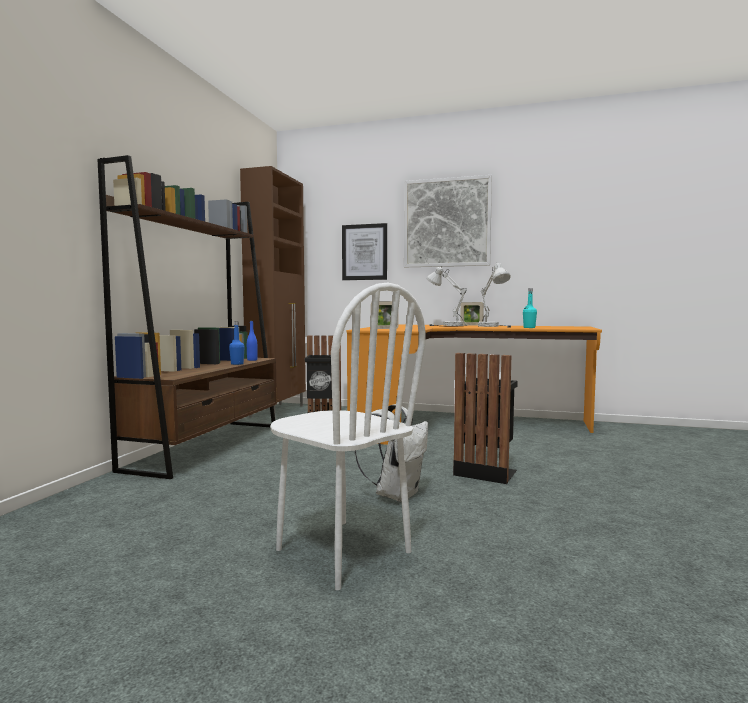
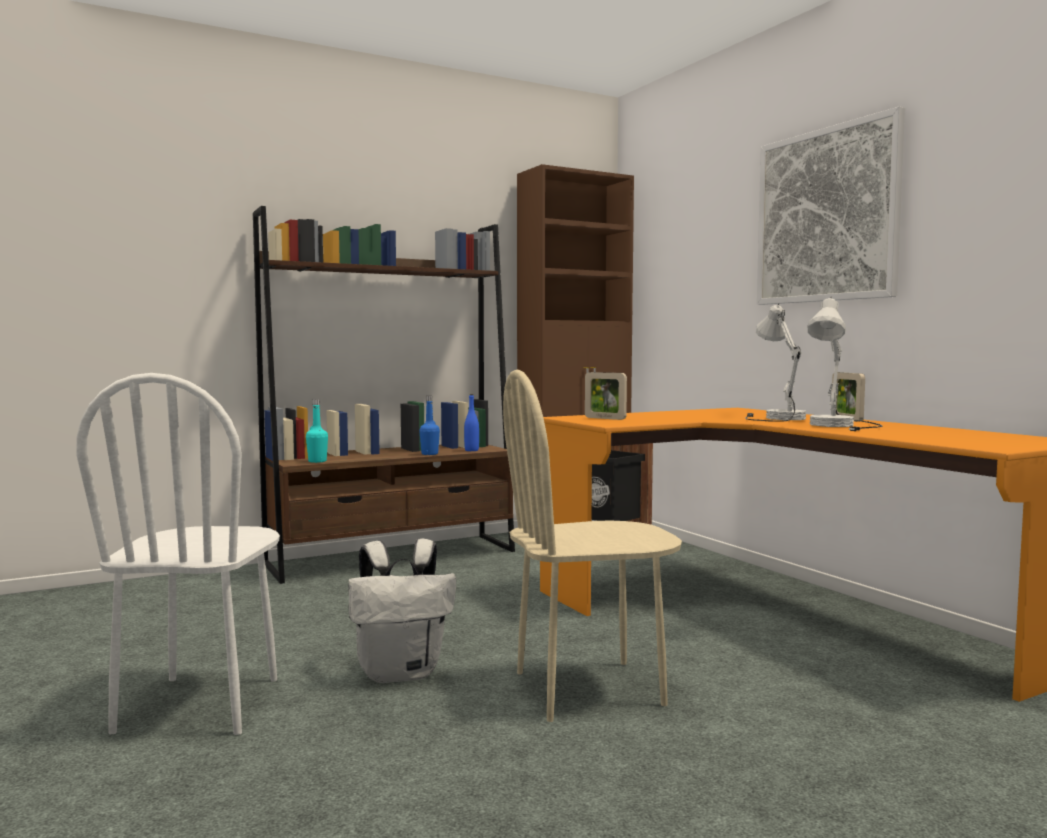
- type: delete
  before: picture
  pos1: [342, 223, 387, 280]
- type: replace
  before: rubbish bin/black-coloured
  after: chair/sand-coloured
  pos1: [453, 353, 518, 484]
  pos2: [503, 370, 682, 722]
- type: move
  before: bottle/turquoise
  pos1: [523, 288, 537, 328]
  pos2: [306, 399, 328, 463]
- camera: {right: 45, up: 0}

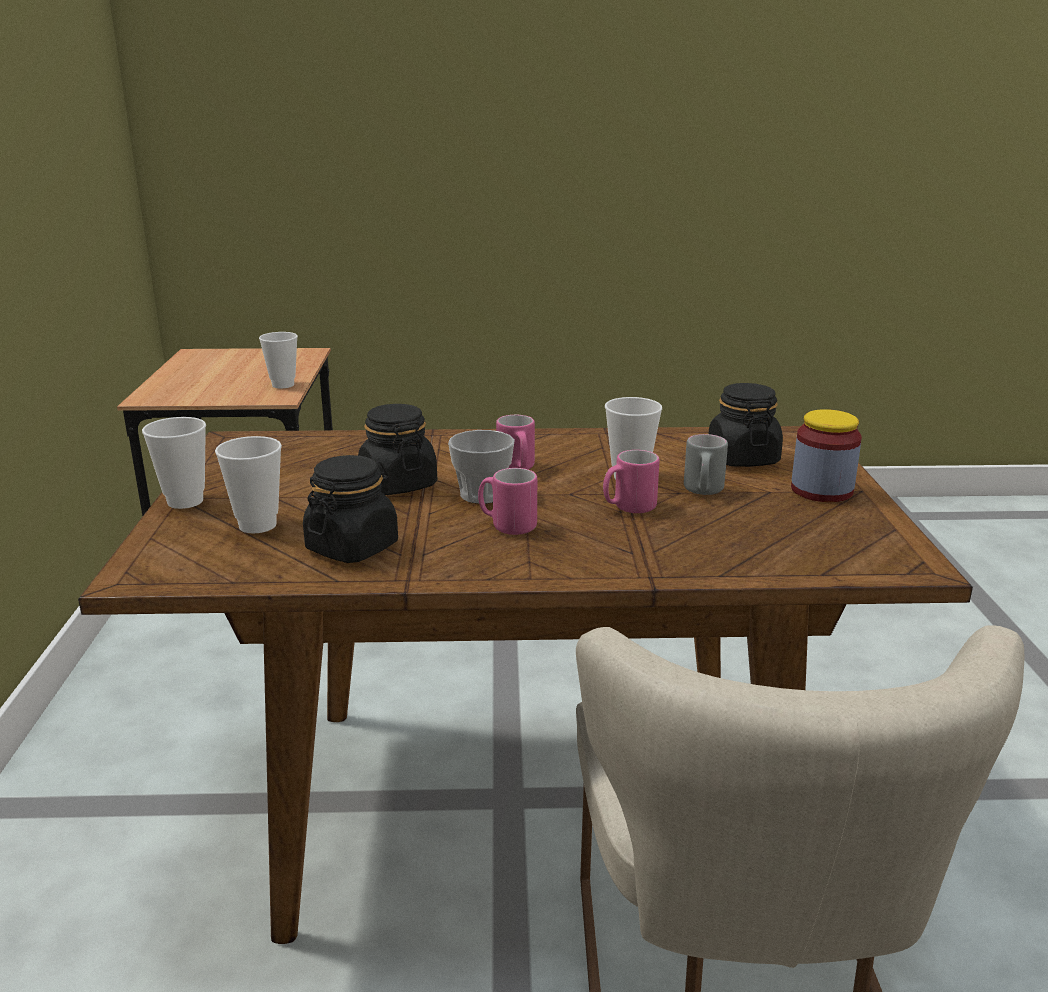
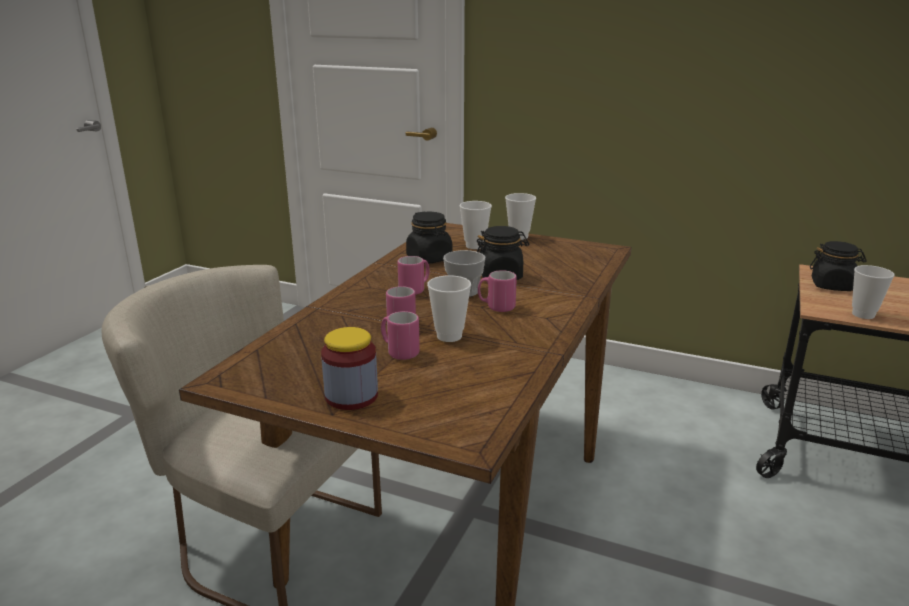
- type: recolor
  before: coffee mug/grey
  after: coffee mug/pink
  pos1: [684, 434, 728, 495]
  pos2: [381, 311, 420, 360]
- type: move
  before: preserve jar/black-coloured
  pos1: [709, 383, 783, 467]
  pos2: [810, 241, 867, 291]
- camera: {right: 115, up: 0}

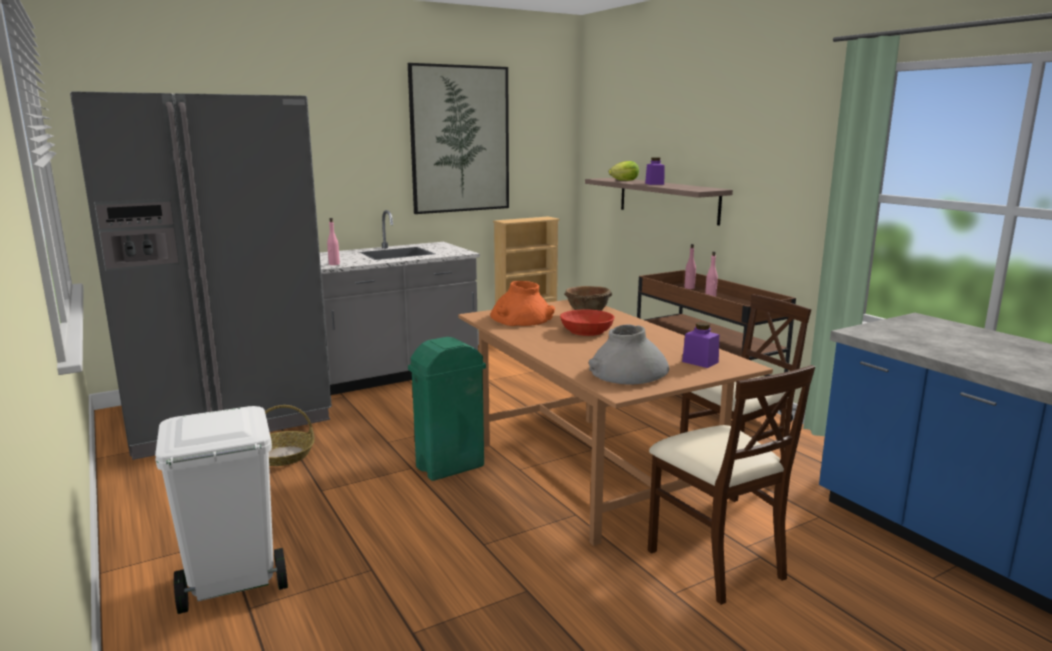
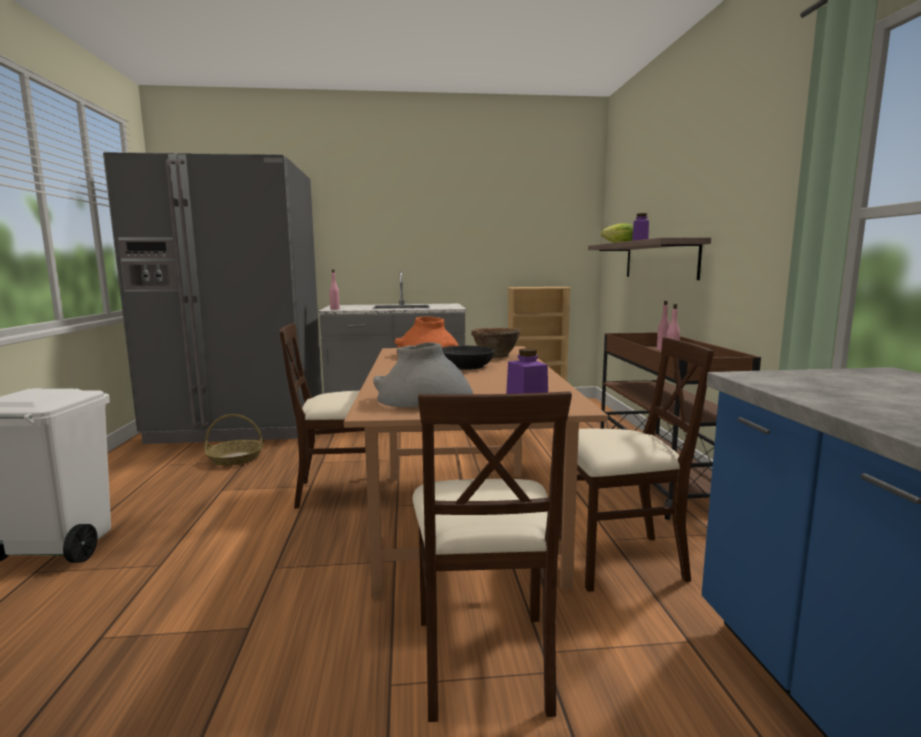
- type: delete
  before: picture
  pos1: [408, 63, 509, 214]
- type: replace
  before: rubbish bin/greenish
  after: chair/sand-coloured
  pos1: [408, 337, 486, 481]
  pos2: [280, 323, 365, 509]
- type: recolor
  before: deep dish/red-coloured
  after: deep dish/black-coloured
  pos1: [560, 309, 615, 336]
  pos2: [442, 346, 495, 370]
- camera: {right: 25, up: -5}

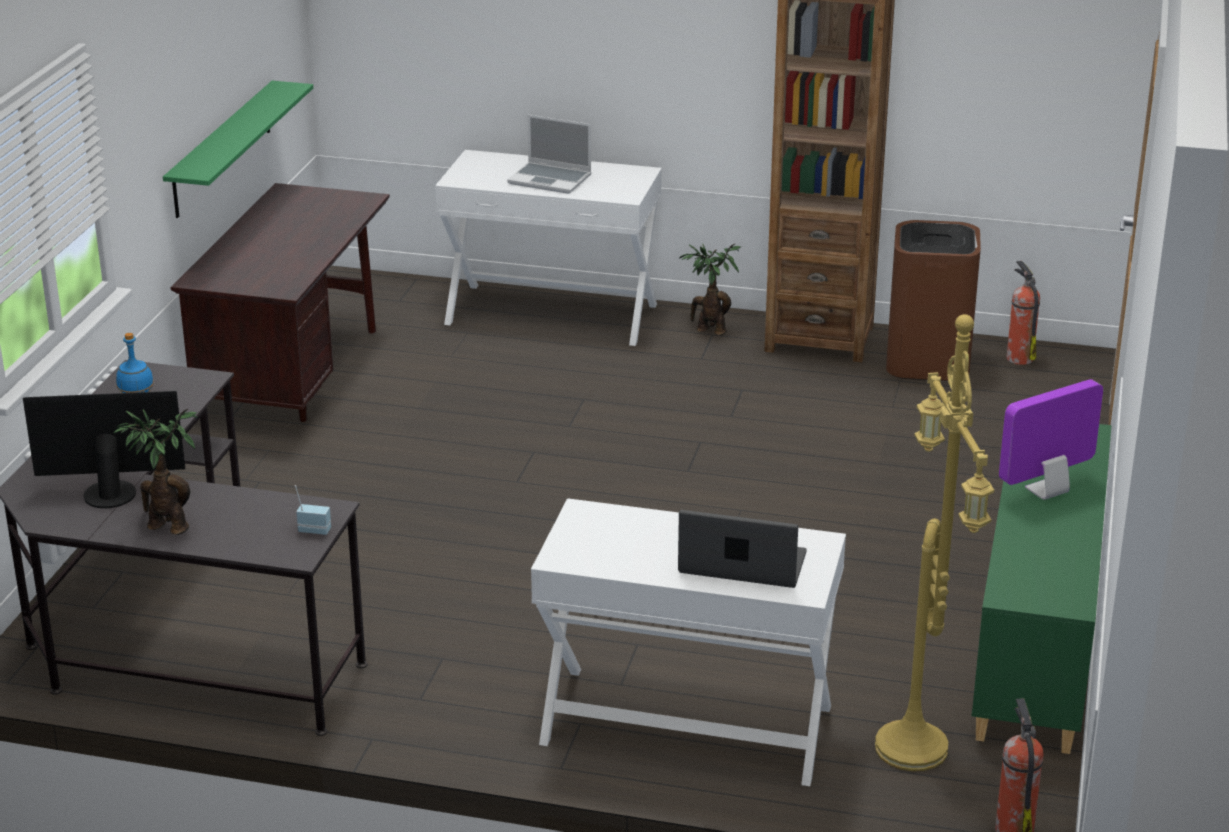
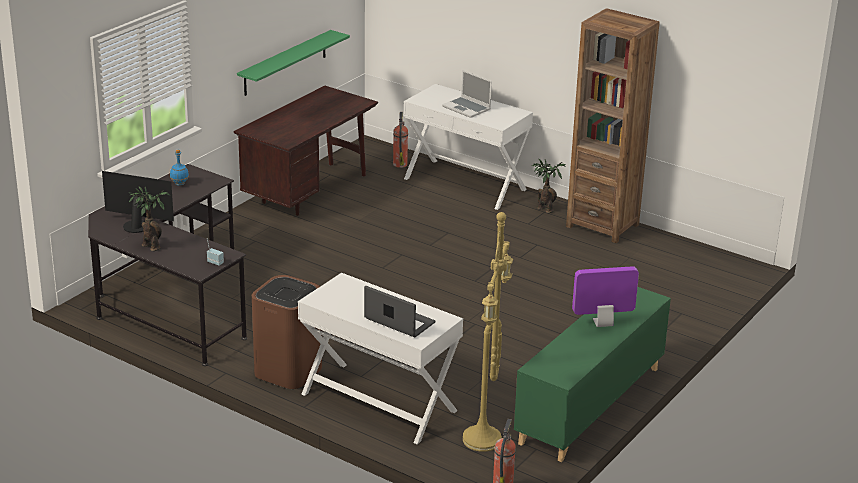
- type: move
  before: rubbish bin/brown
  pos1: [886, 220, 981, 382]
  pos2: [252, 275, 322, 389]
- type: move
  before: fire extinguisher
  pos1: [1006, 261, 1040, 365]
  pos2: [393, 112, 408, 168]
- camera: {right: 20, up: 0}

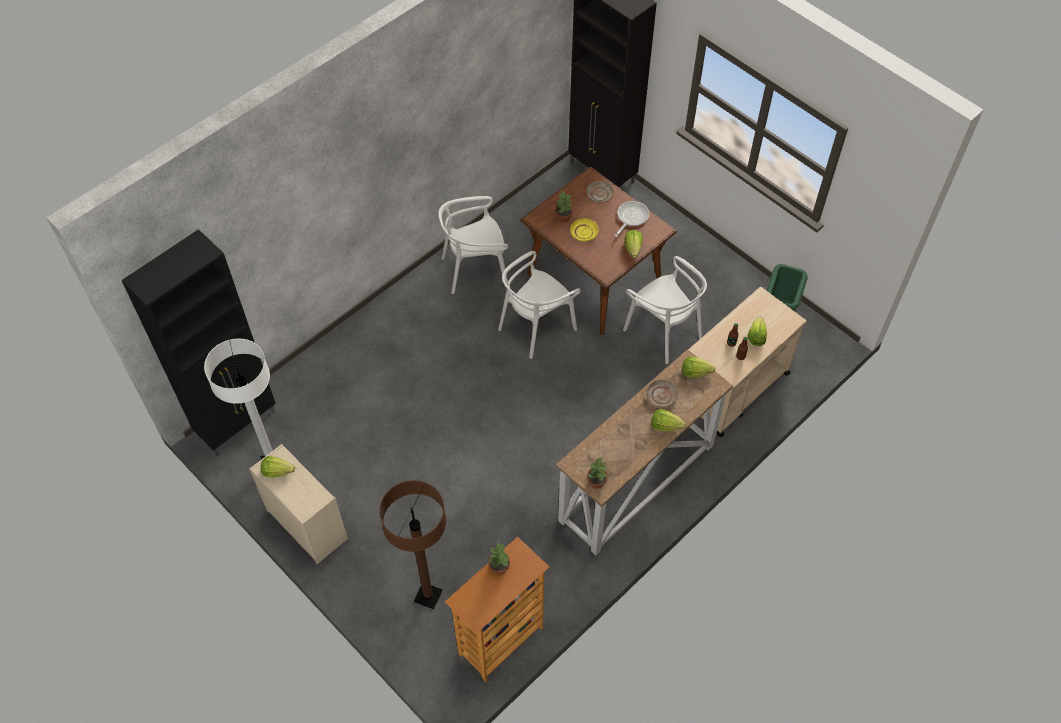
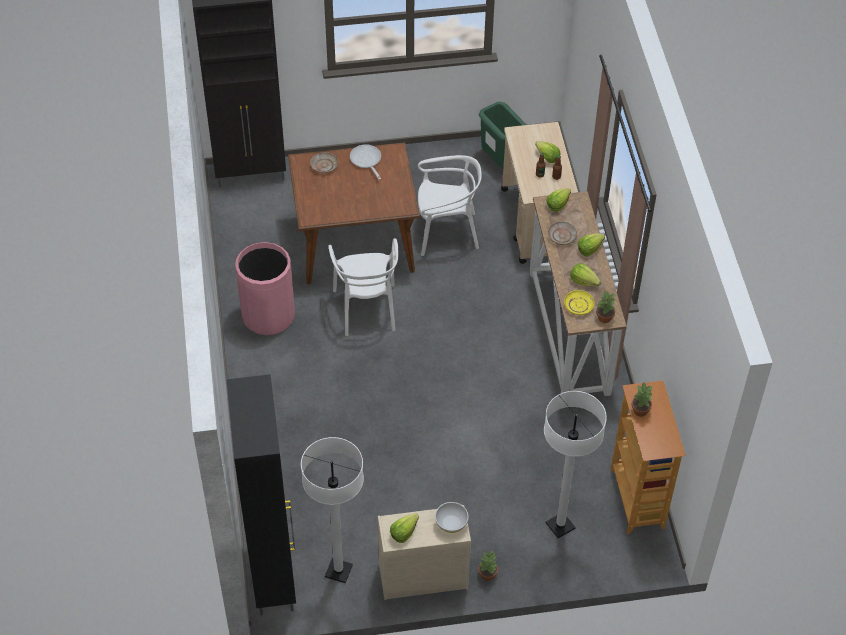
- type: recolor
  before: standing lamp/brown
  after: standing lamp/white
  pos1: [379, 480, 446, 610]
  pos2: [544, 391, 607, 538]
- type: replace
  before: chair/white
  after: rubbish bin/pink
  pos1: [438, 196, 508, 294]
  pos2: [235, 242, 295, 335]
- type: move
  before: plant in a pot
  pos1: [555, 191, 573, 222]
  pos2: [478, 551, 498, 581]
- type: move
  before: dinner plate/yellow
  pos1: [570, 218, 599, 242]
  pos2: [564, 290, 595, 315]
- type: move
  before: head of lettuce
  pos1: [624, 230, 643, 258]
  pos2: [570, 263, 601, 286]
- type: insert
  after: deep dish/white
  pos2: [435, 502, 469, 533]
- camera: {right: -55, up: -5}

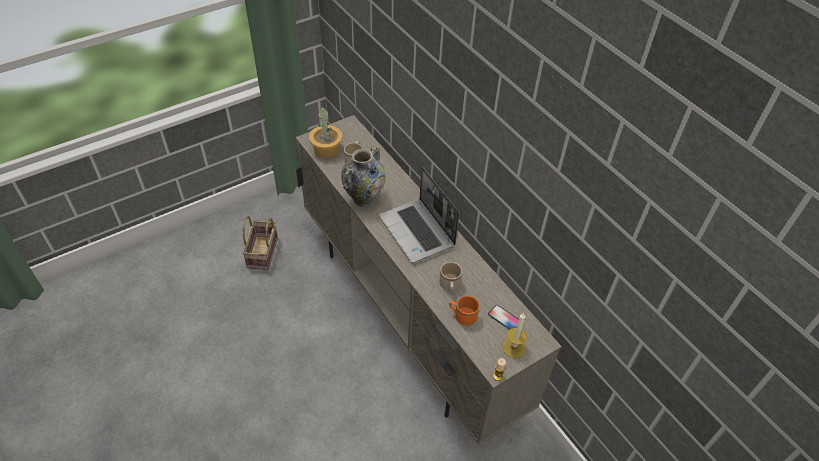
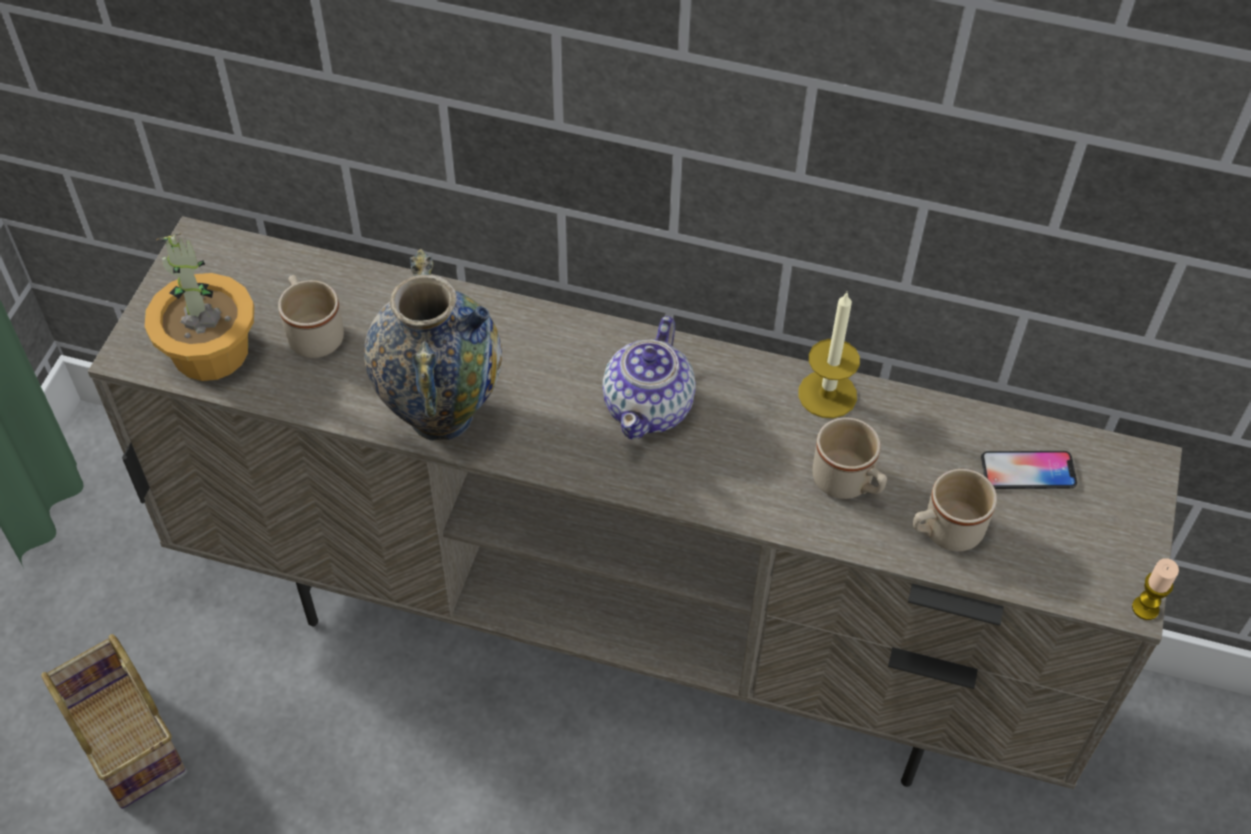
- type: replace
  before: notebook computer
  after: teapot
  pos1: [379, 167, 459, 263]
  pos2: [602, 316, 696, 439]
- type: recolor
  before: coffee mug/orange-coloured
  after: coffee mug/sand-coloured
  pos1: [449, 296, 480, 325]
  pos2: [913, 469, 997, 551]
- type: move
  before: candle
  pos1: [502, 313, 527, 358]
  pos2: [798, 292, 860, 418]
- camera: {right: -40, up: 5}

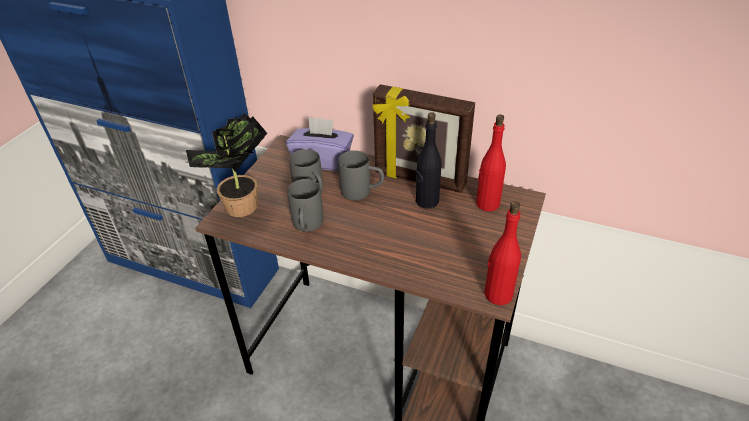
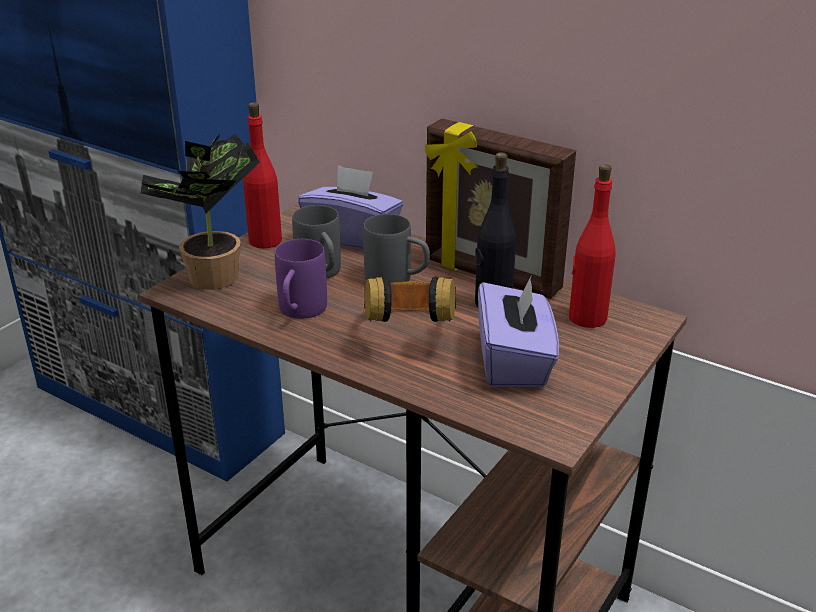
- type: recolor
  before: coffee mug/grey
  after: coffee mug/purplish
  pos1: [287, 179, 324, 232]
  pos2: [275, 239, 327, 319]
- type: move
  before: bottle/red-coloured
  pos1: [484, 201, 521, 305]
  pos2: [243, 102, 282, 248]
- type: insert
  after: headphones
  pos2: [364, 277, 456, 322]
- type: insert
  after: tissue holder/purplish
  pos2: [478, 276, 559, 387]
- camera: {right: 10, up: -10}

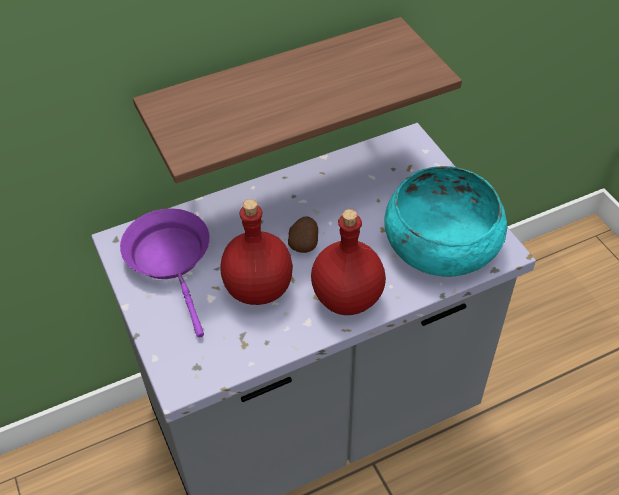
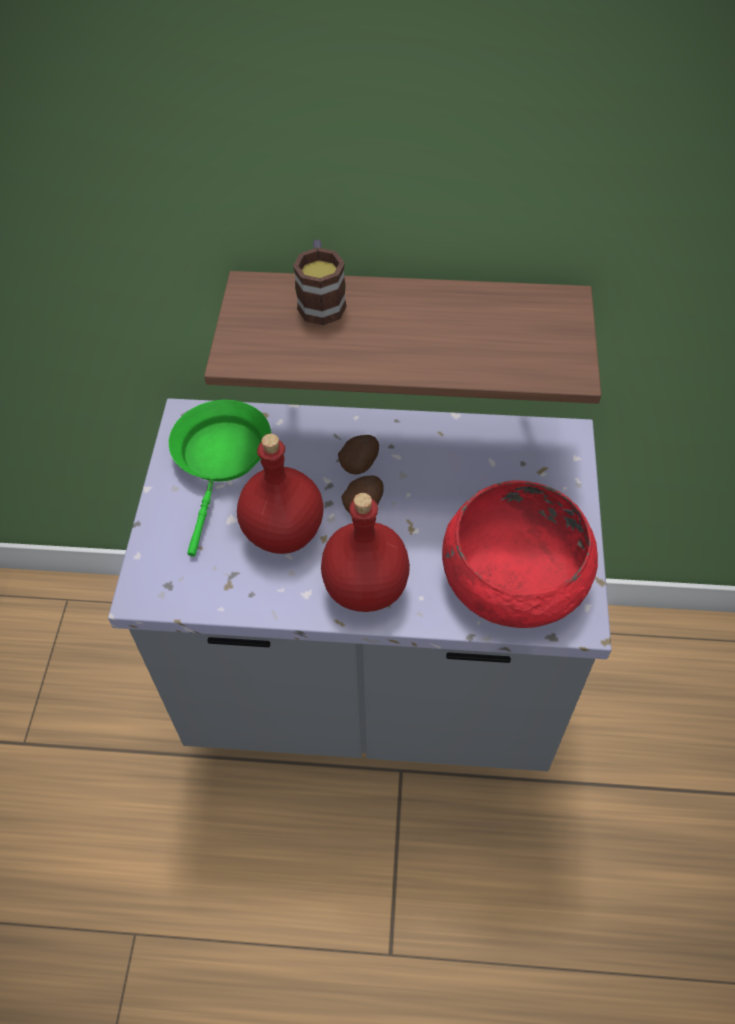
- type: recolor
  before: frying pan/purplish
  after: frying pan/greenish
  pos1: [120, 209, 210, 337]
  pos2: [169, 400, 271, 557]
- type: recolor
  before: deep dish/turquoise
  after: deep dish/red-coloured
  pos1: [384, 166, 508, 277]
  pos2: [442, 481, 598, 628]
- type: insert
  after: coffee mug
  pos2: [293, 240, 347, 325]
- type: insert
  after: whole potato
  pos2: [338, 435, 379, 475]
- camera: {right: 30, up: 5}

